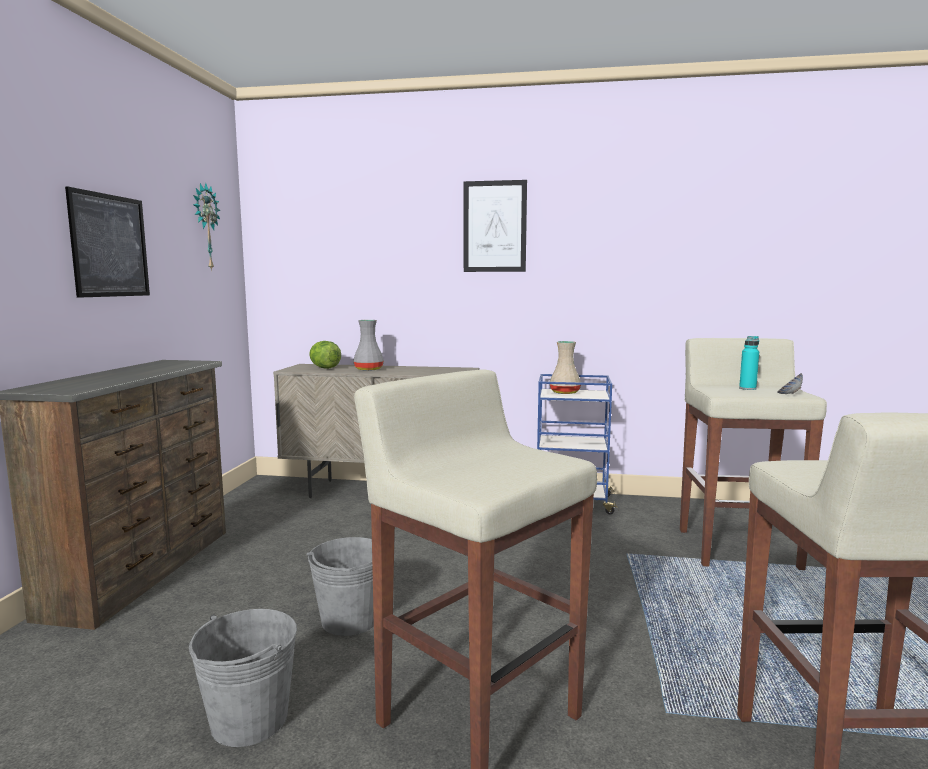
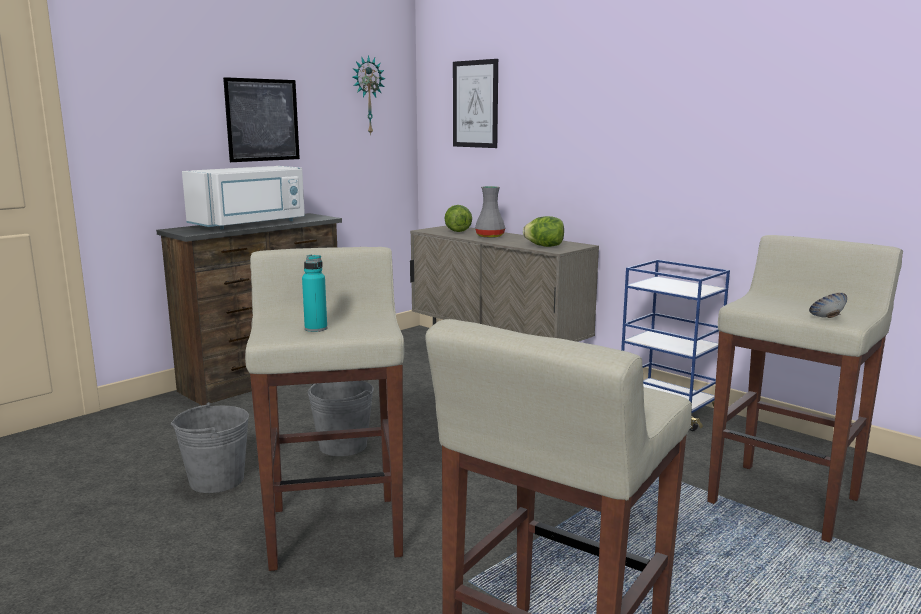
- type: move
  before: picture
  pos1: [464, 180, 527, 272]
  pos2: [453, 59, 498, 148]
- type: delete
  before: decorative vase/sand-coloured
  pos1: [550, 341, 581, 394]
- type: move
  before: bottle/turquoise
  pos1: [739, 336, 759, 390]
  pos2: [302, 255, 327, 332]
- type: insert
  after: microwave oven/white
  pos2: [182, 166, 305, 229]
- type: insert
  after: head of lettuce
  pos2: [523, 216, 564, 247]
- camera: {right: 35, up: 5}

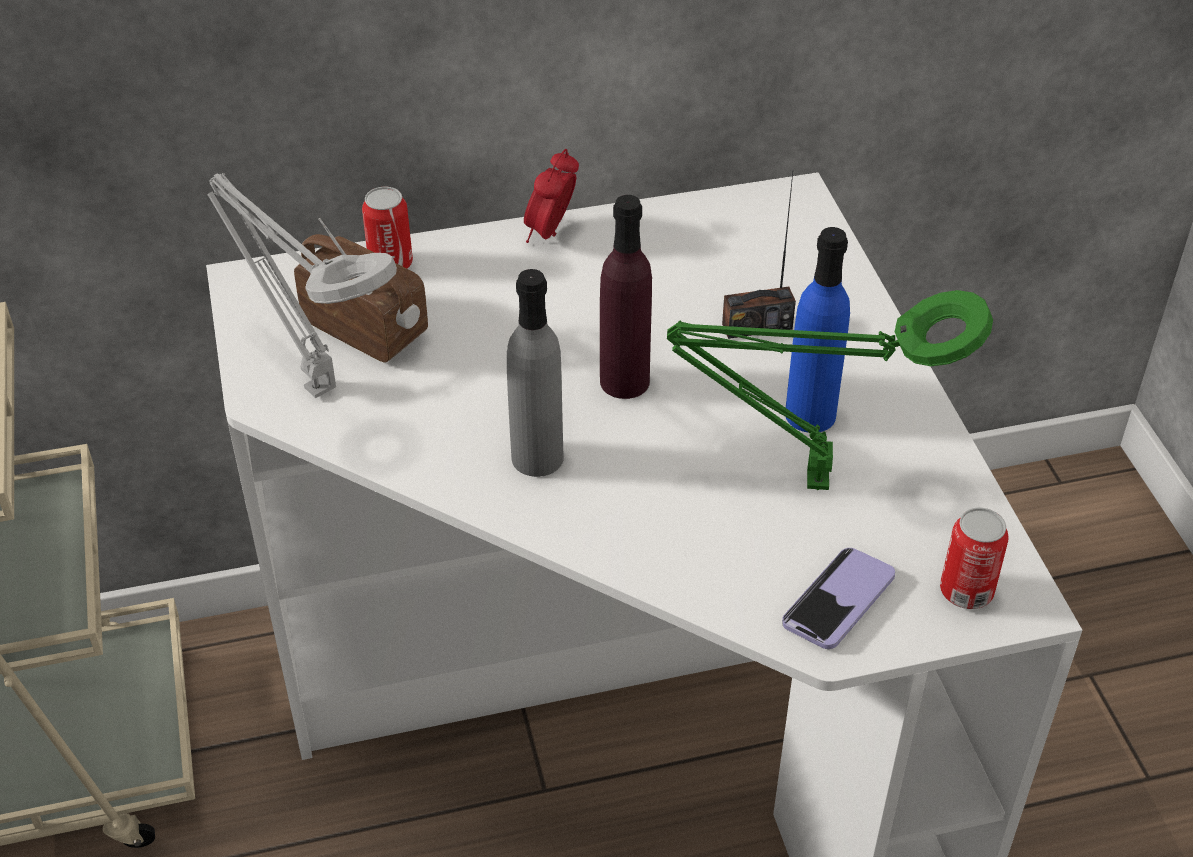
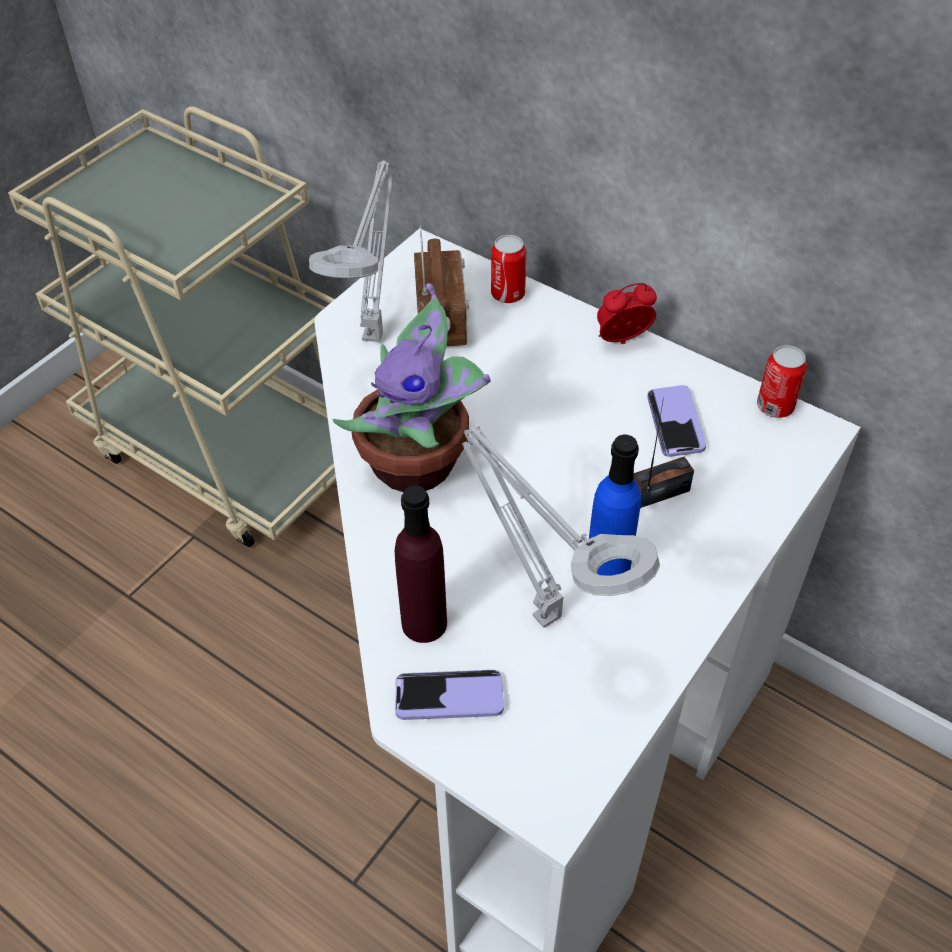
- type: replace
  before: bottle/grey
  after: plant in a pot
  pos1: [507, 269, 564, 477]
  pos2: [333, 283, 490, 492]
- type: move
  before: bottle/purplish
  pos1: [600, 195, 652, 399]
  pos2: [395, 485, 447, 643]
- type: recolor
  before: table lamp/greenish
  after: table lamp/grey
  pos1: [667, 290, 993, 490]
  pos2: [462, 426, 660, 628]
- type: rotate
  before: radio set
  pos1: [722, 173, 796, 339]
  pos2: [633, 397, 694, 508]
  turn: 120
- type: move
  before: sealed can
  pos1: [940, 508, 1009, 609]
  pos2: [757, 345, 807, 418]
- type: insert
  after: telephone
  pos2: [647, 385, 706, 457]
- camera: {right: 50, up: 5}

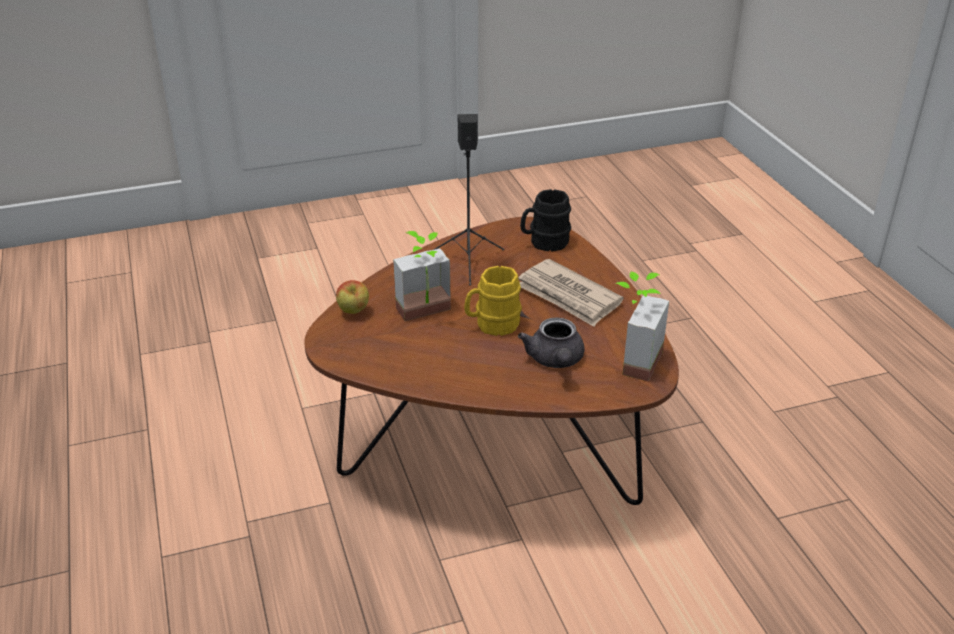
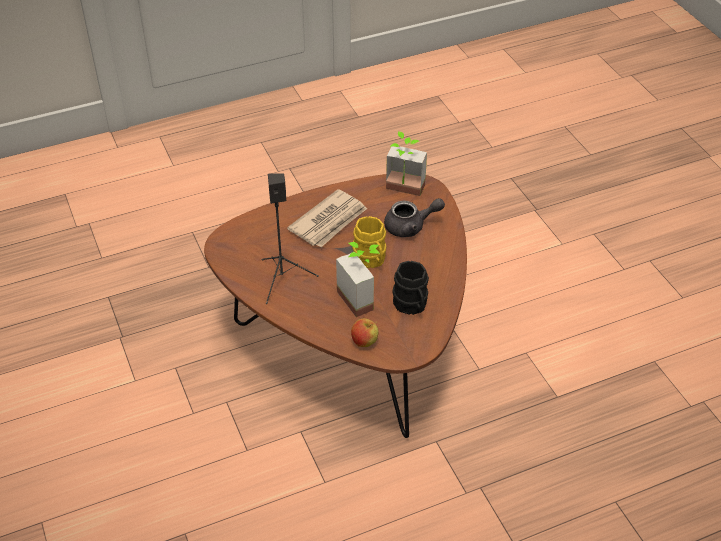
- type: move
  before: coffee mug/black-coloured
  pos1: [520, 189, 571, 252]
  pos2: [393, 261, 429, 315]
- camera: {right: -95, up: 10}

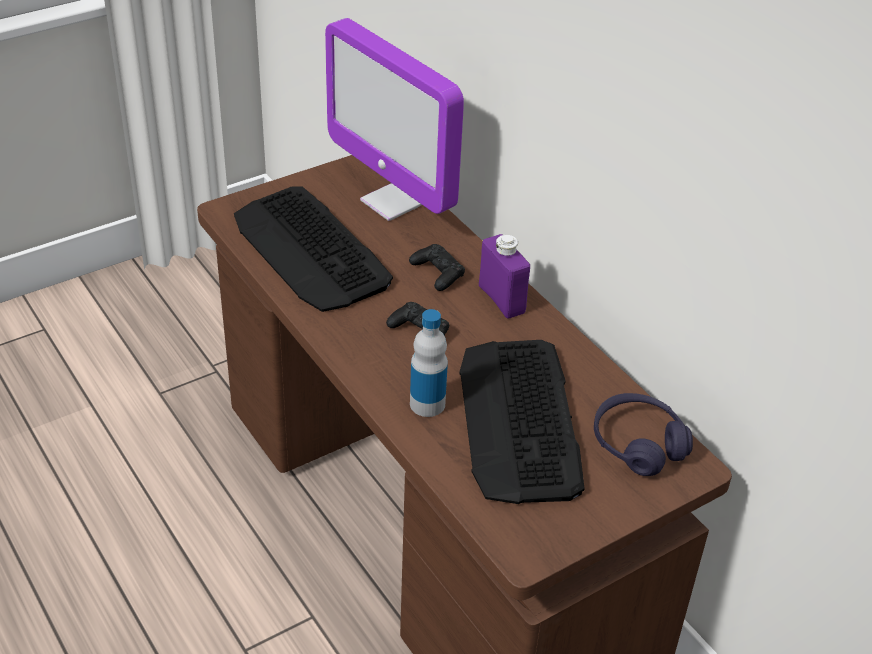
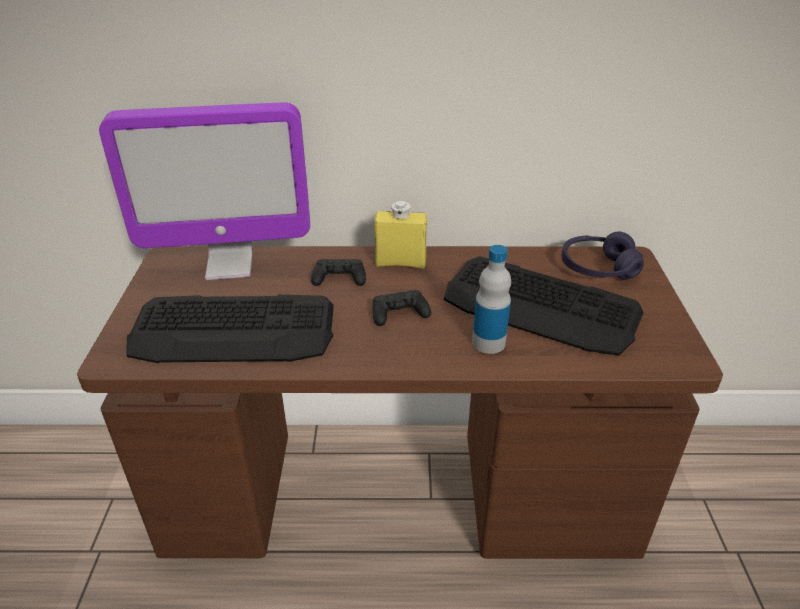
- type: recolor
  before: bottle/purplish
  after: bottle/yellow
  pos1: [479, 234, 530, 319]
  pos2: [374, 201, 427, 269]
- camera: {right: -55, up: -5}

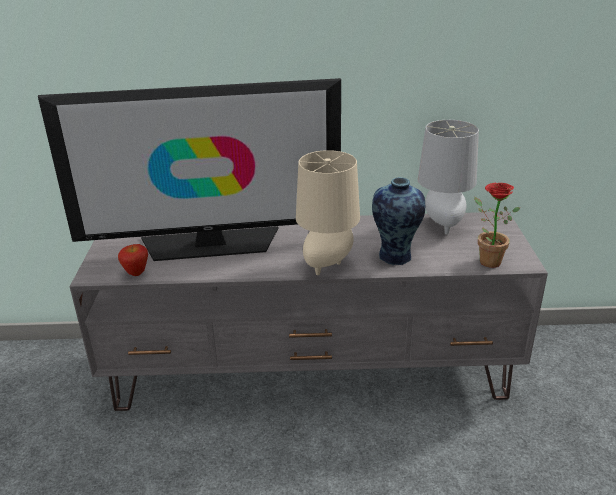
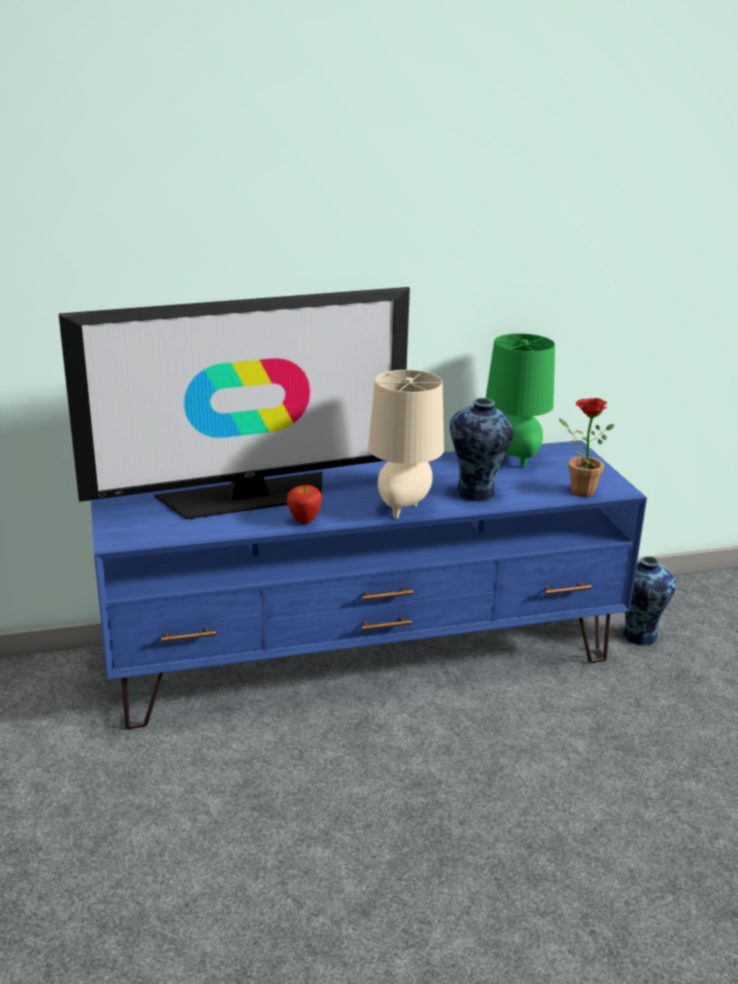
- type: recolor
  before: tv unit/grey
  after: tv unit/blue
  pos1: [69, 212, 548, 411]
  pos2: [91, 440, 647, 729]
- type: move
  before: apple
  pos1: [118, 244, 148, 276]
  pos2: [287, 485, 322, 524]
- type: recolor
  before: table lamp/grey
  after: table lamp/greenish
  pos1: [417, 120, 479, 235]
  pos2: [486, 333, 555, 468]
- type: insert
  after: decorative vase
  pos2: [622, 556, 676, 646]
- camera: {right: -15, up: -5}

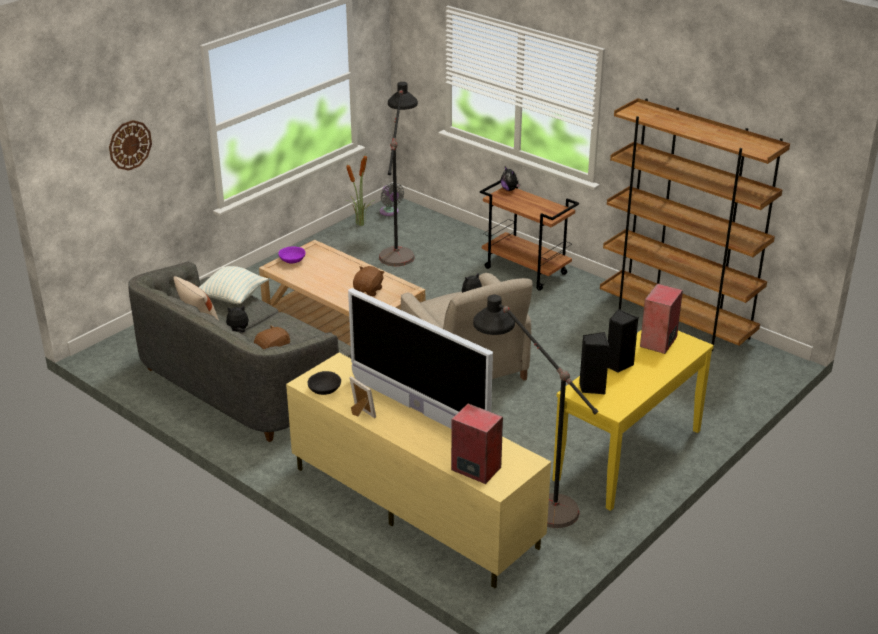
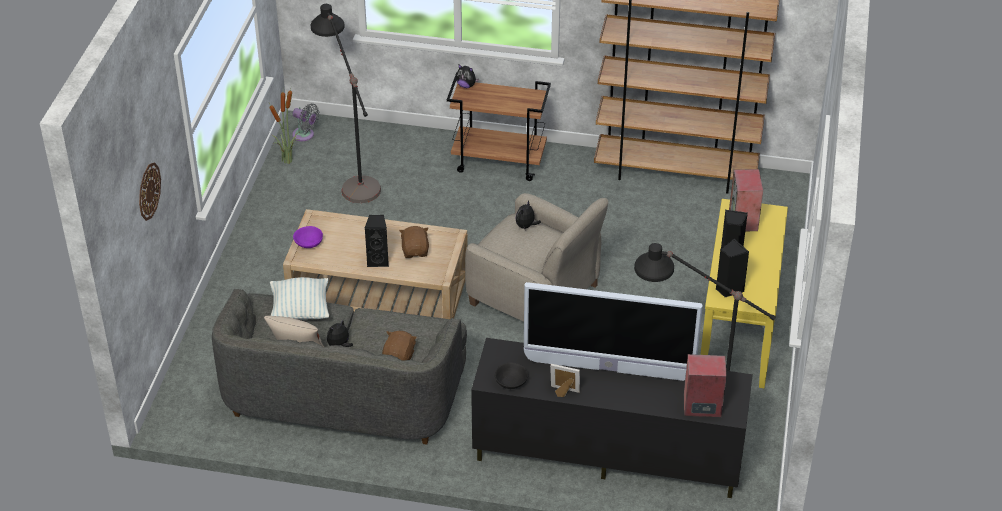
- type: recolor
  before: tv unit/sand-coloured
  after: tv unit/black-coloured
  pos1: [286, 353, 551, 588]
  pos2: [471, 338, 753, 498]
- type: insert
  after: loudspeaker/black-coloured
  pos2: [364, 215, 389, 267]
- camera: {right: -30, up: 10}

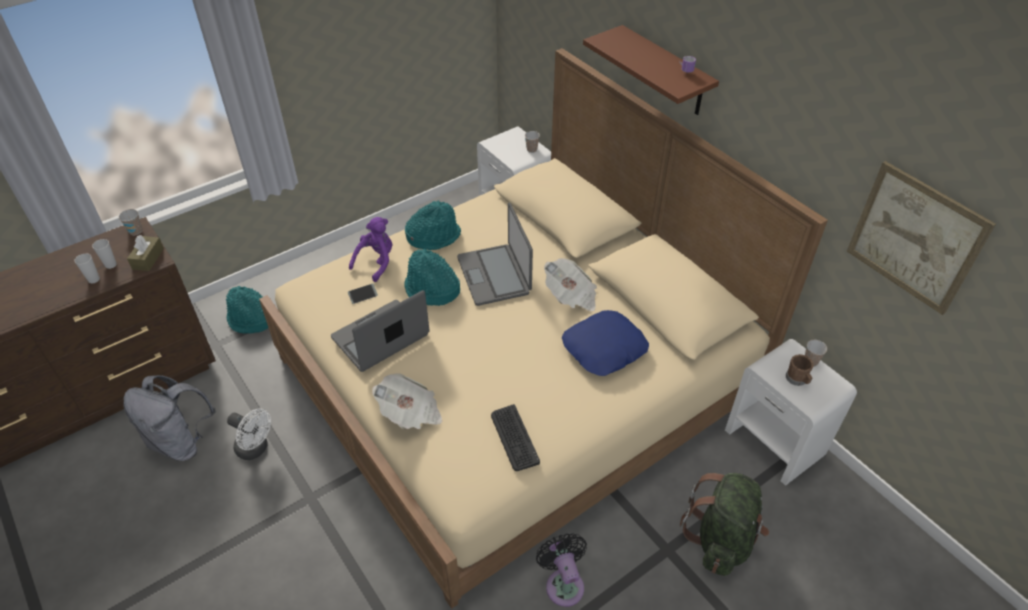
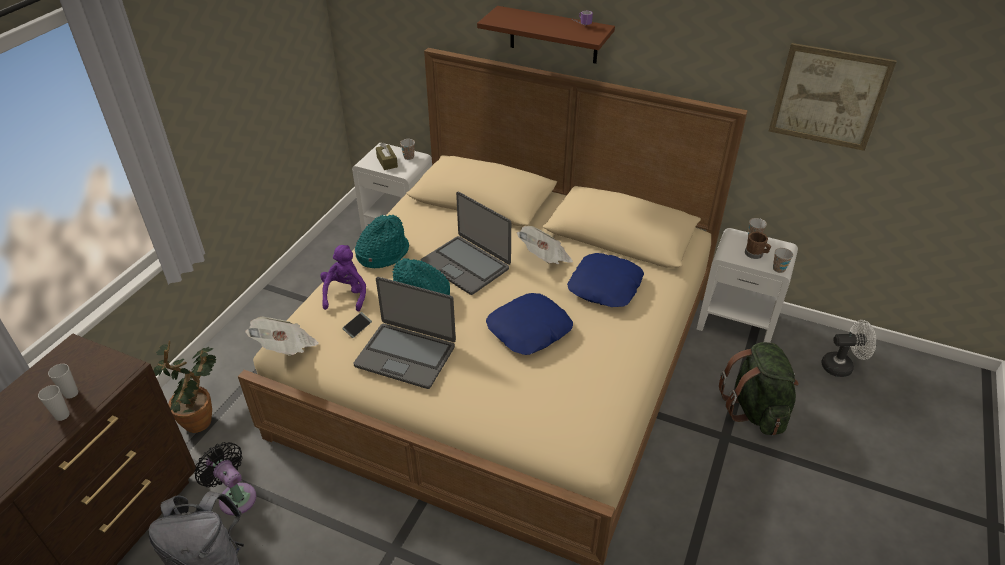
- type: move
  before: small cup
  pos1: [119, 209, 142, 235]
  pos2: [773, 248, 793, 273]
- type: move
  before: tissue holder/brown
  pos1: [127, 235, 164, 271]
  pos2: [376, 142, 398, 170]
- type: replace
  before: hat/turquoise
  after: plant in a pot
  pos1: [226, 286, 268, 334]
  pos2: [154, 341, 216, 433]
- type: move
  before: cooling fan/white
  pos1: [227, 409, 271, 460]
  pos2: [821, 320, 876, 377]
- type: rotate
  before: notebook computer
  pos1: [331, 290, 430, 372]
  pos2: [353, 277, 456, 389]
  turn: -90
- type: move
  before: newspaper
  pos1: [372, 373, 442, 429]
  pos2: [245, 316, 319, 356]
- type: delete
  before: PC keyboard
  pos1: [491, 404, 540, 471]
- type: move
  before: cooling fan/black-coloured
  pos1: [536, 534, 587, 607]
  pos2: [194, 442, 257, 515]
- type: insert
  after: throw pillow/blue
  pos2: [486, 293, 573, 355]
- camera: {right: -30, up: -5}

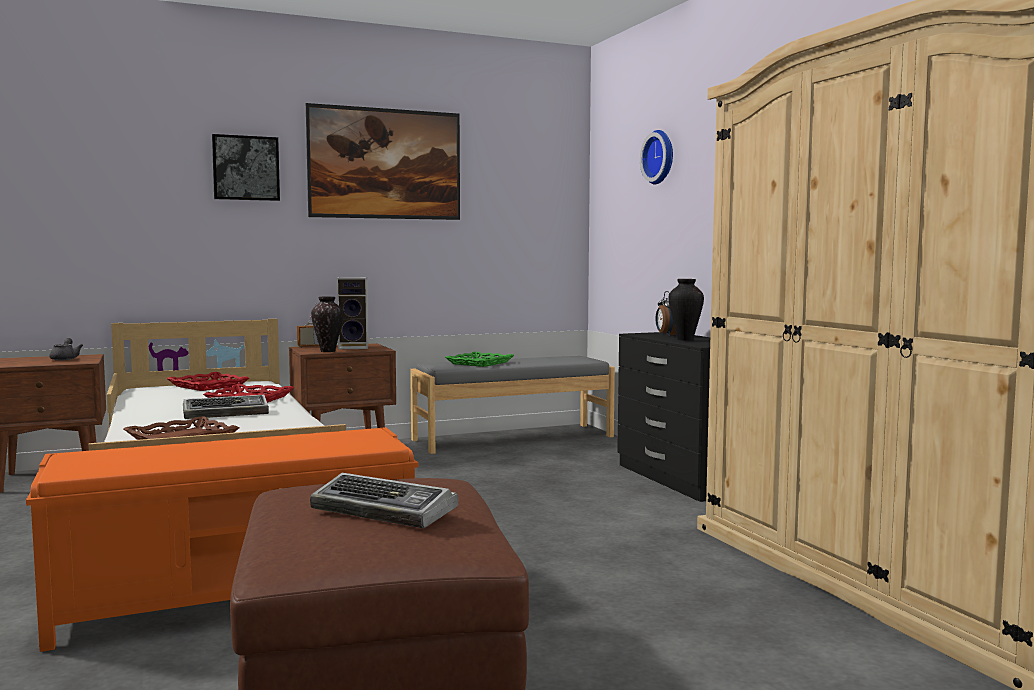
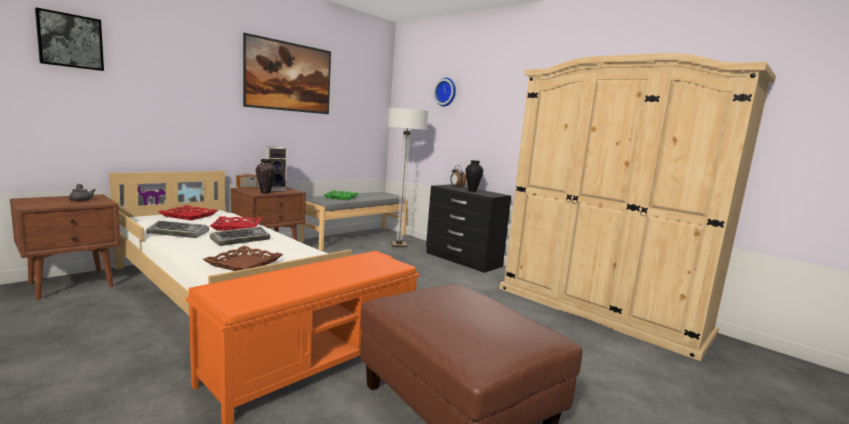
- type: move
  before: picture
  pos1: [212, 134, 280, 201]
  pos2: [35, 7, 104, 71]
- type: move
  before: PC keyboard
  pos1: [310, 473, 458, 528]
  pos2: [146, 220, 209, 238]
- type: insert
  after: standing lamp
  pos2: [387, 108, 428, 247]
- camera: {right: -25, up: 5}

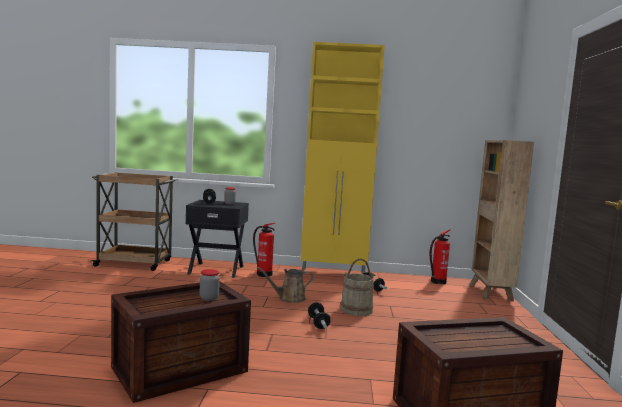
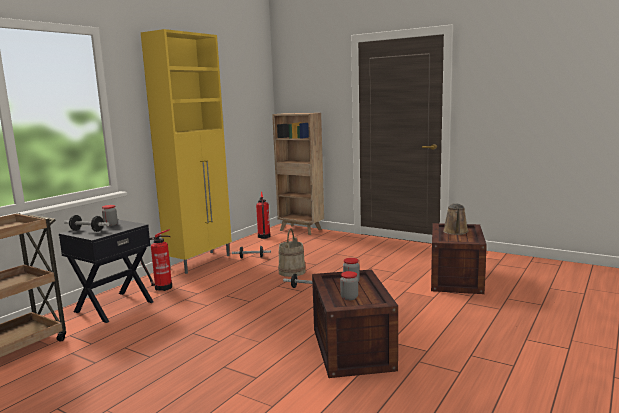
- type: move
  before: sprinkling can/brown
  pos1: [257, 267, 313, 303]
  pos2: [443, 203, 469, 235]
- type: insert
  after: preserve jar
  pos2: [340, 271, 358, 300]
- camera: {right: -60, up: 5}

